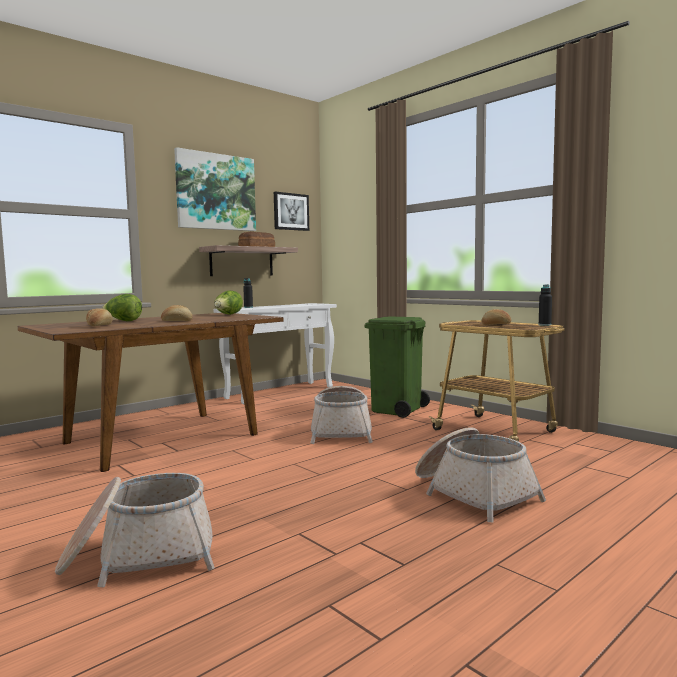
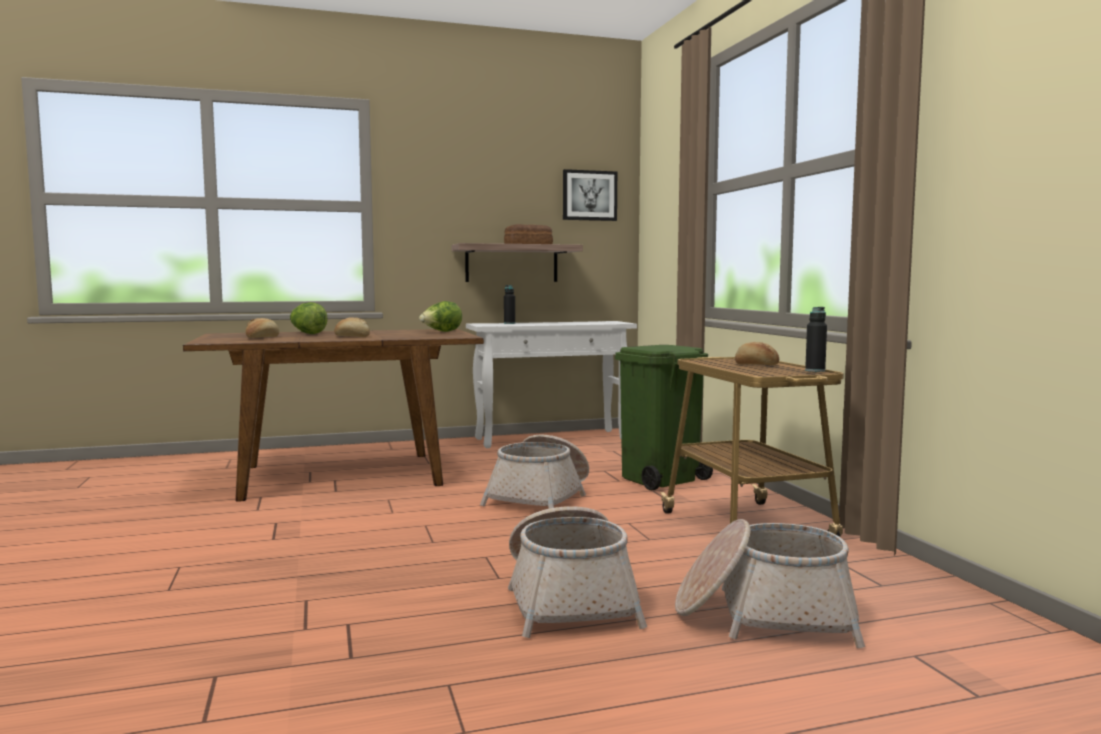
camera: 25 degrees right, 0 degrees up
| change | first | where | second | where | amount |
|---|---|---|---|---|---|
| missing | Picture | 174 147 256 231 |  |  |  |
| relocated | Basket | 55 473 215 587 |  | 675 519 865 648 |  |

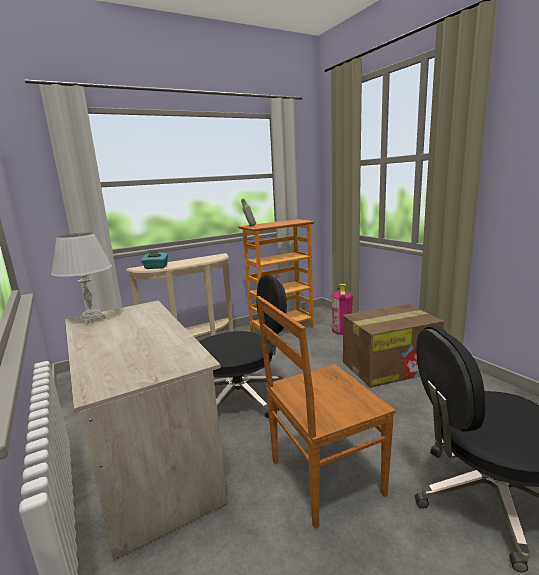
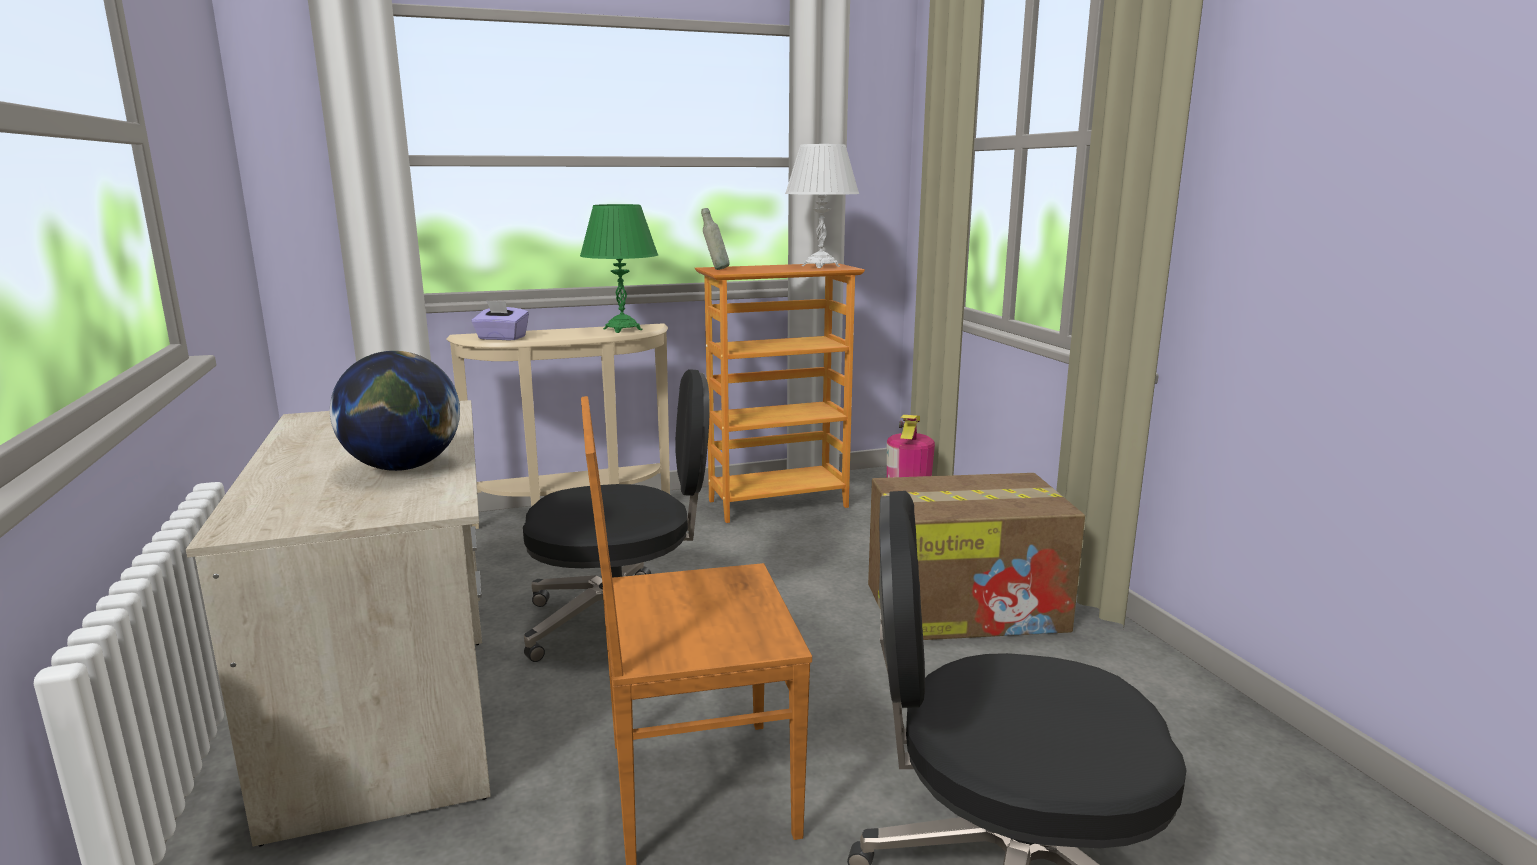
camera: 10 degrees right, 0 degrees up
| change | first | where | second | where | amount |
|---|---|---|---|---|---|
| appeared |  |  | Globe | 330 351 460 471 |  |
| appeared |  |  | GreenTableLamp | 580 204 658 333 |  |
| relocated | WhiteTableLamp | 51 233 112 324 |  | 785 144 859 268 |  |
| colour | TurquoiseTissueBox | 141 250 168 269 | PurpleTissueBox | 471 301 529 341 |  |

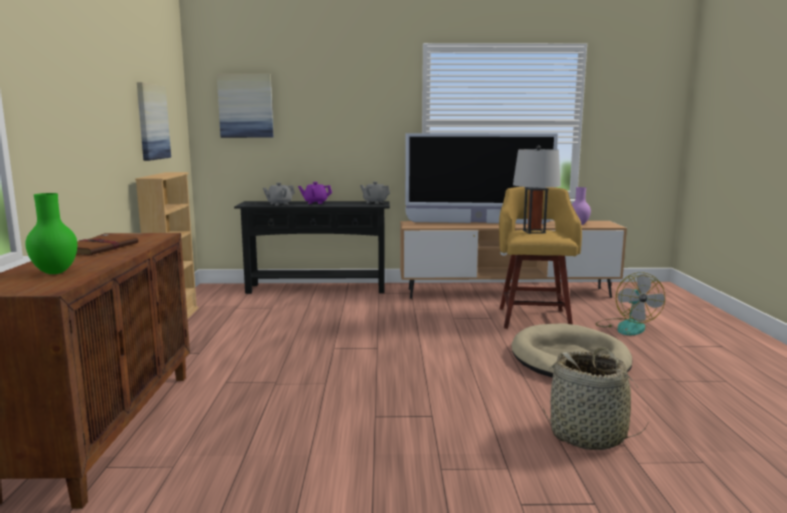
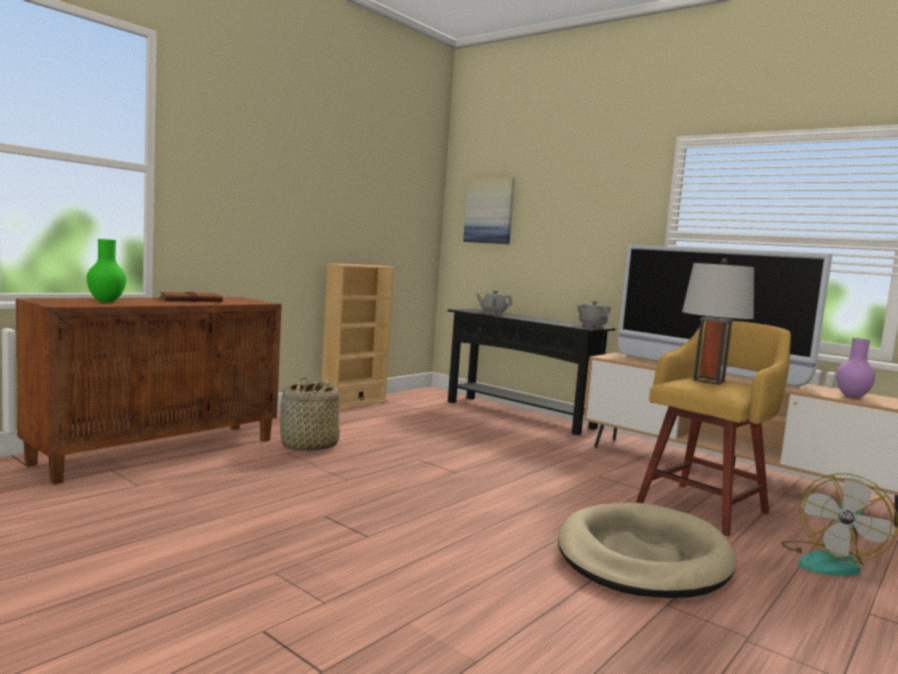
camera: 40 degrees right, 5 degrees down
| change | first | where | second | where | amount |
|---|---|---|---|---|---|
| missing | Picture | 137 82 171 161 |  |  |  |
| missing | PurpleTeapot | 298 182 332 204 |  |  |  |
| relocated | Basket | 542 347 649 450 |  | 280 377 340 451 |  |

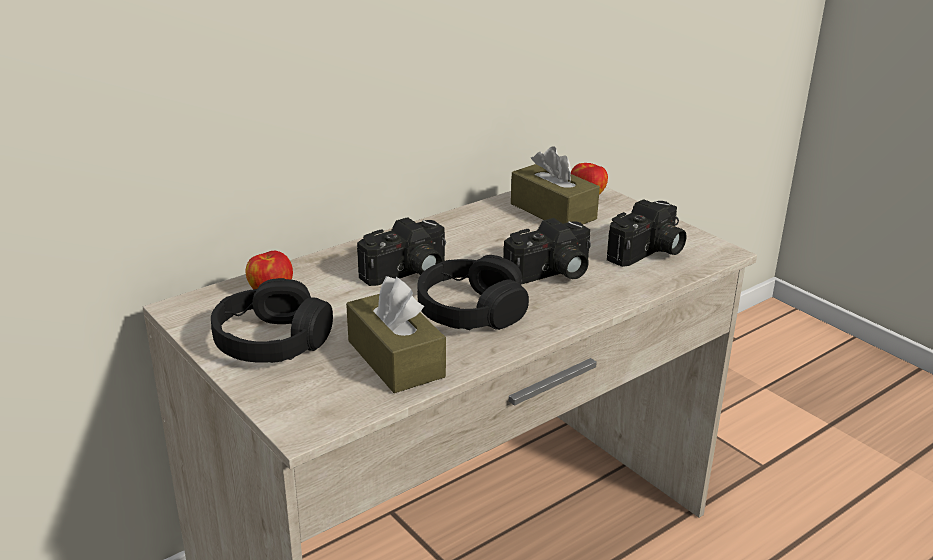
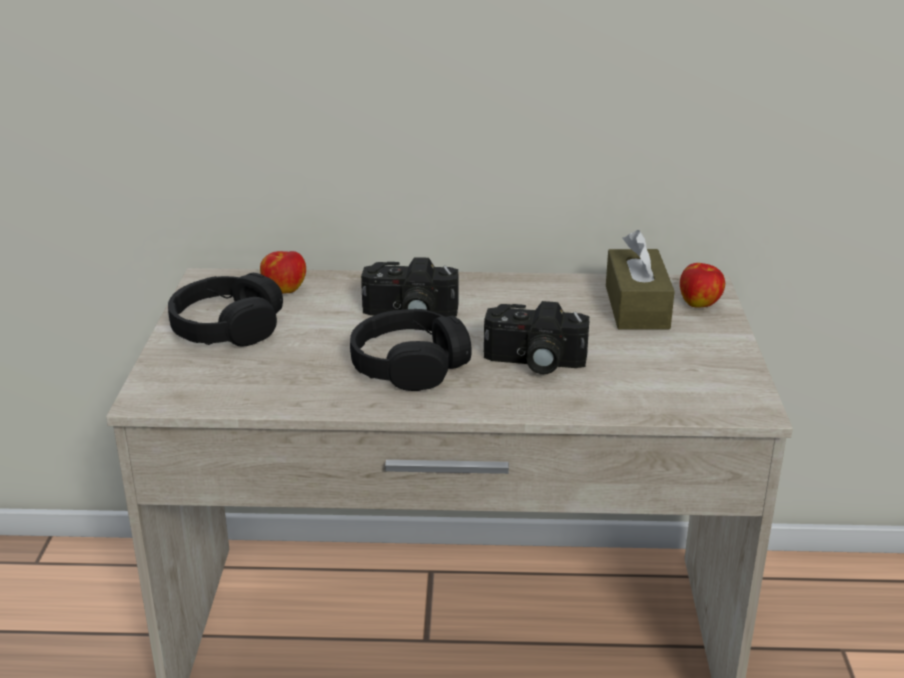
camera: 40 degrees right, 0 degrees up
| change | first | where | second | where | amount |
|---|---|---|---|---|---|
| missing | BrownTissueBox | 346 276 446 393 |  |  |  |
| missing | PhotoCamera | 607 199 687 267 |  |  |  |

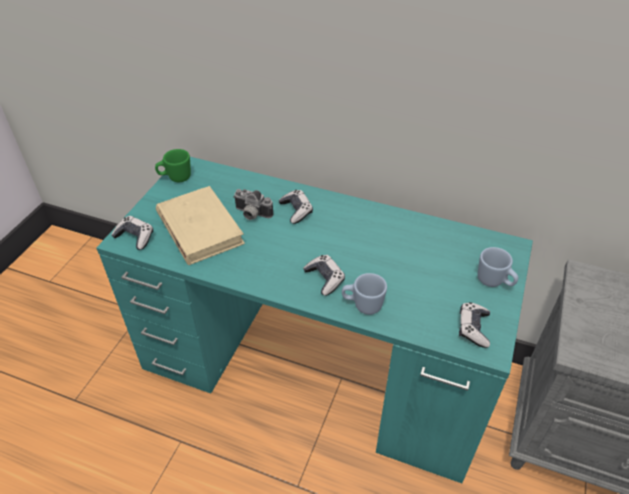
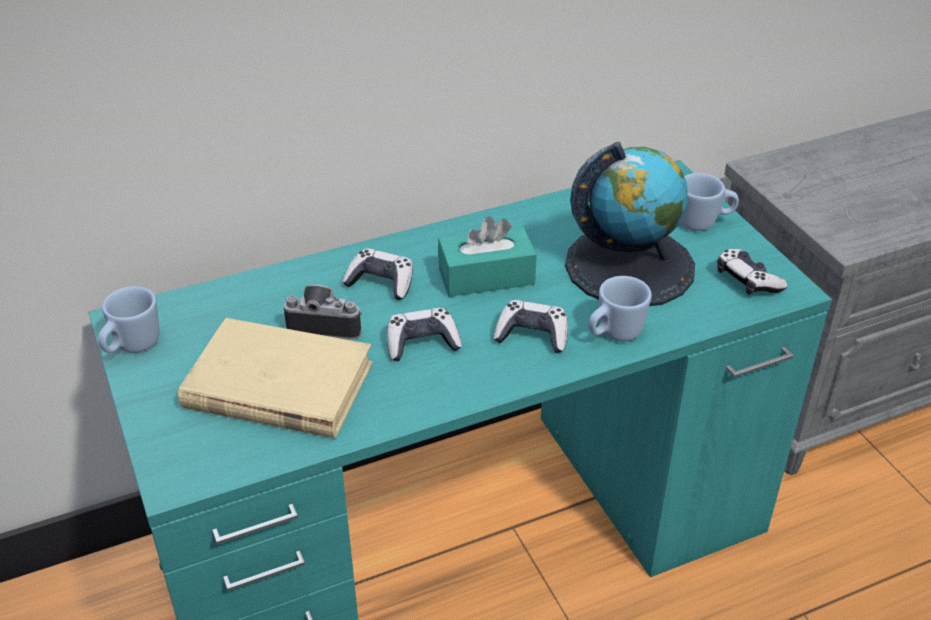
camera: 45 degrees left, 5 degrees down
| change | first | where | second | where | amount |
|---|---|---|---|---|---|
| appeared |  |  | TurquoiseTissueBox | 438 216 537 297 |  |
| appeared |  |  | Globe | 565 142 695 306 |  |
| relocated | GameController | 111 216 153 250 |  | 387 308 462 361 |  |
| colour | GreenMug | 155 149 191 182 | BlueMug | 98 286 159 353 |  |
| spun | PhotoCamera | 233 189 273 220 |  | 284 284 362 340 | 150 degrees counterclockwise |

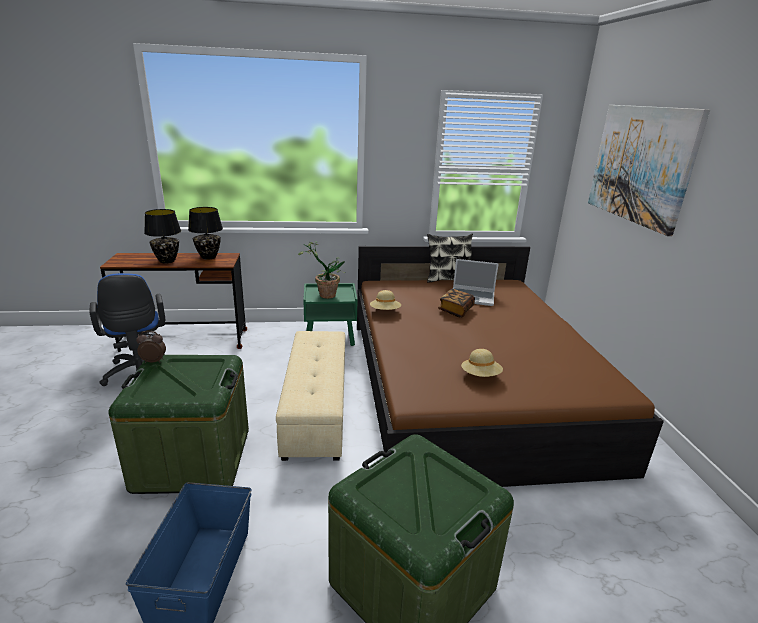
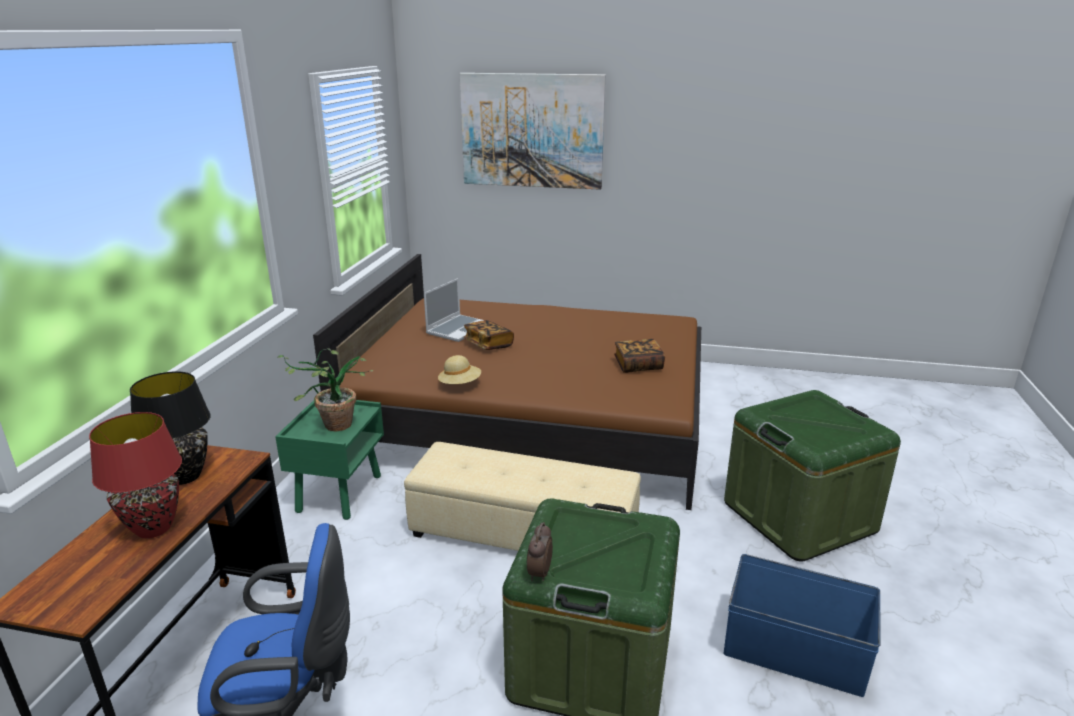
camera: 70 degrees left, 0 degrees up
| change | first | where | second | where | amount |
|---|---|---|---|---|---|
| missing | Pillow | 427 234 473 283 |  |  |  |
| exchanged | BeigeHat | 461 349 503 377 | Book | 614 339 665 373 |  |
| colour | BlackTableLamp | 144 209 181 264 | RedTableLamp | 89 412 182 538 |  |

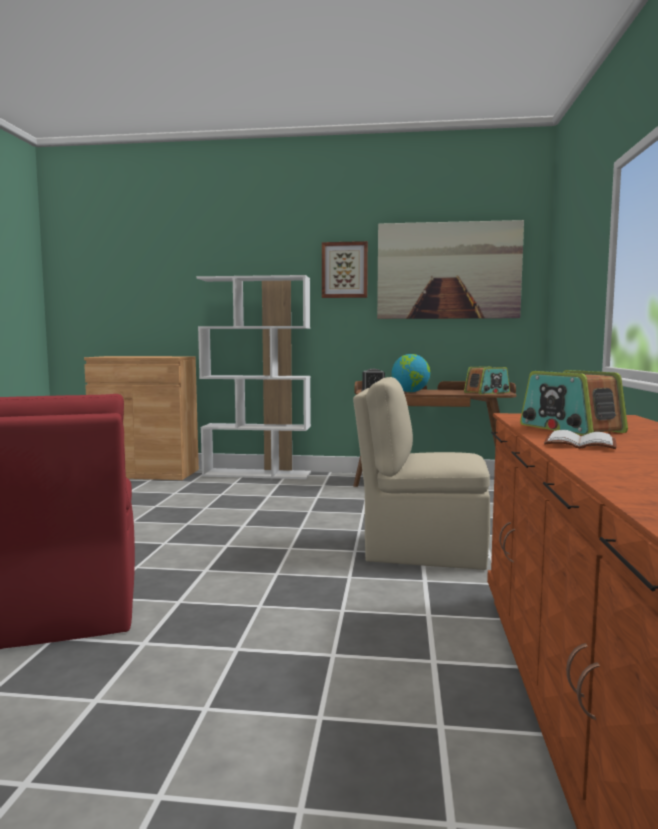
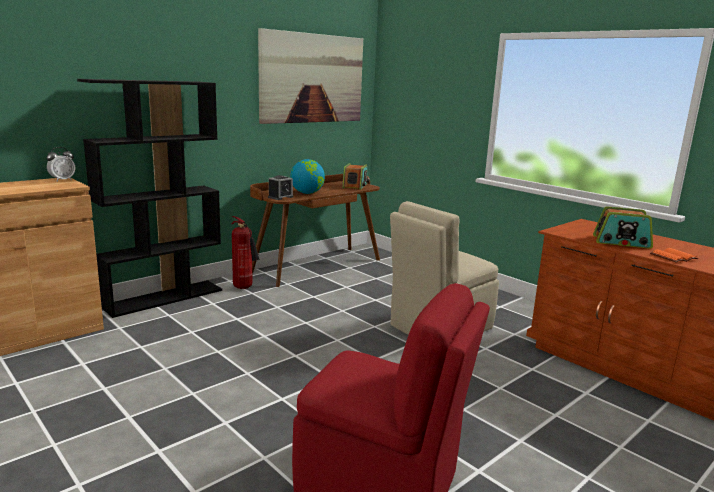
camera: 50 degrees left, 10 degrees up
| change | first | where | second | where | amount |
|---|---|---|---|---|---|
| missing | Picture | 322 241 368 298 |  |  |  |
| appeared |  |  | AlarmClock | 47 147 75 181 |  |
| appeared |  |  | FireExtinguisher | 232 216 259 289 |  |
| colour | WhiteBookcase | 197 275 311 479 | BlackBookcase | 77 79 222 318 |  |
| colour | WhiteBook | 544 430 617 449 | OrangeBook | 650 248 699 262 |  |

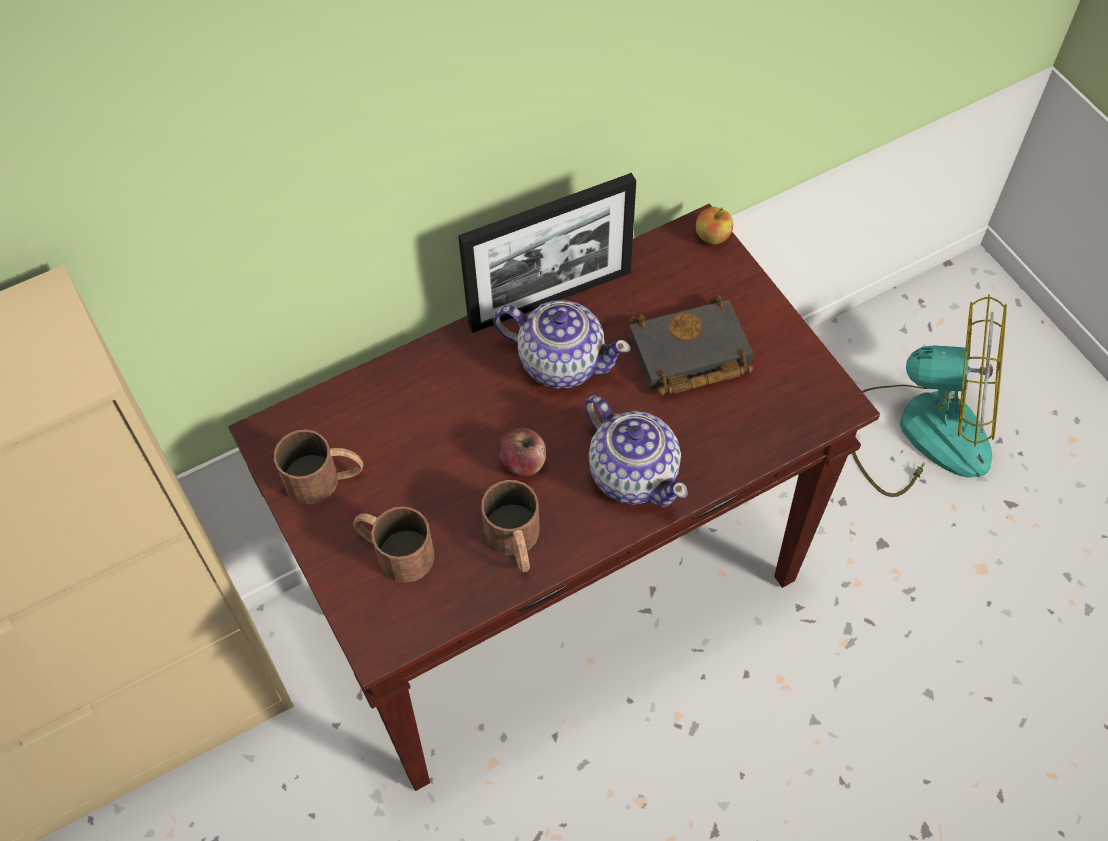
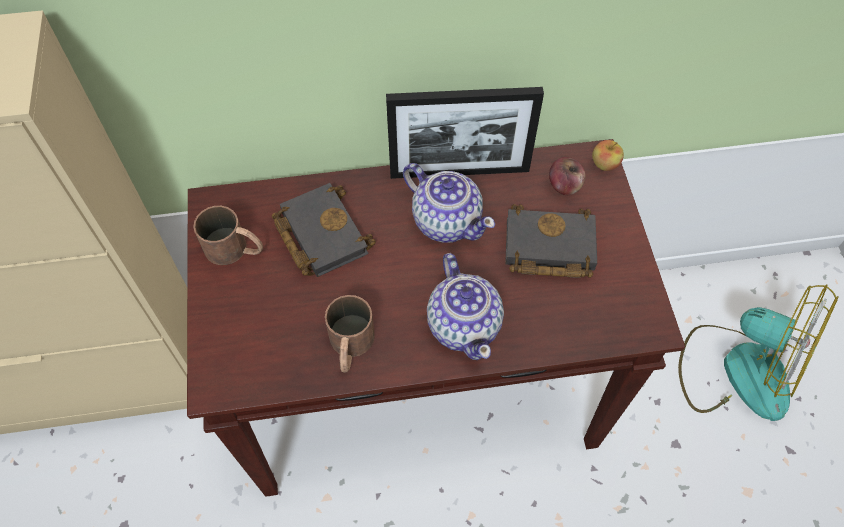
camera: 20 degrees right, 0 degrees up
| change | first | where | second | where | amount |
|---|---|---|---|---|---|
| missing | BrownMug | 353 506 435 583 |  |  |  |
| appeared |  |  | BlackBook | 272 183 376 277 |  |
| relocated | Apple | 498 427 546 477 |  | 549 157 586 195 |  |

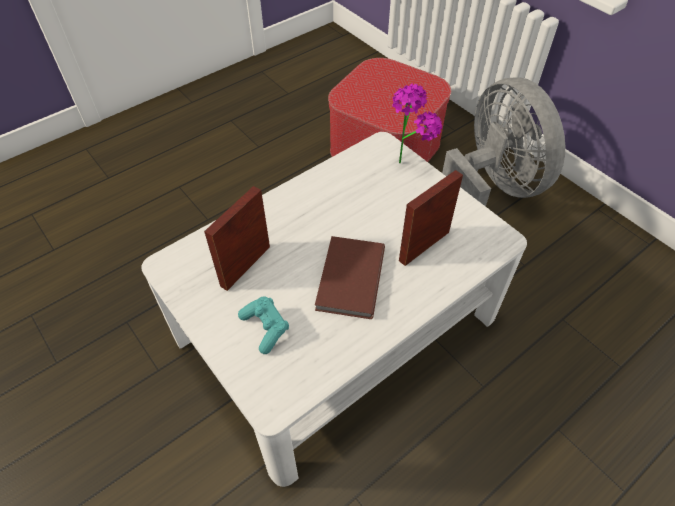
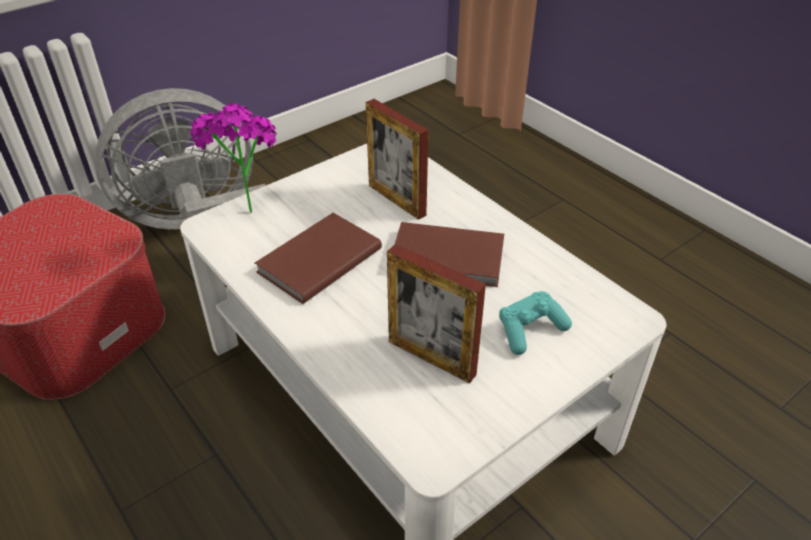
camera: 90 degrees left, 10 degrees down
| change | first | where | second | where | amount |
|---|---|---|---|---|---|
| appeared |  |  | BrownBook | 255 213 382 304 |  |

